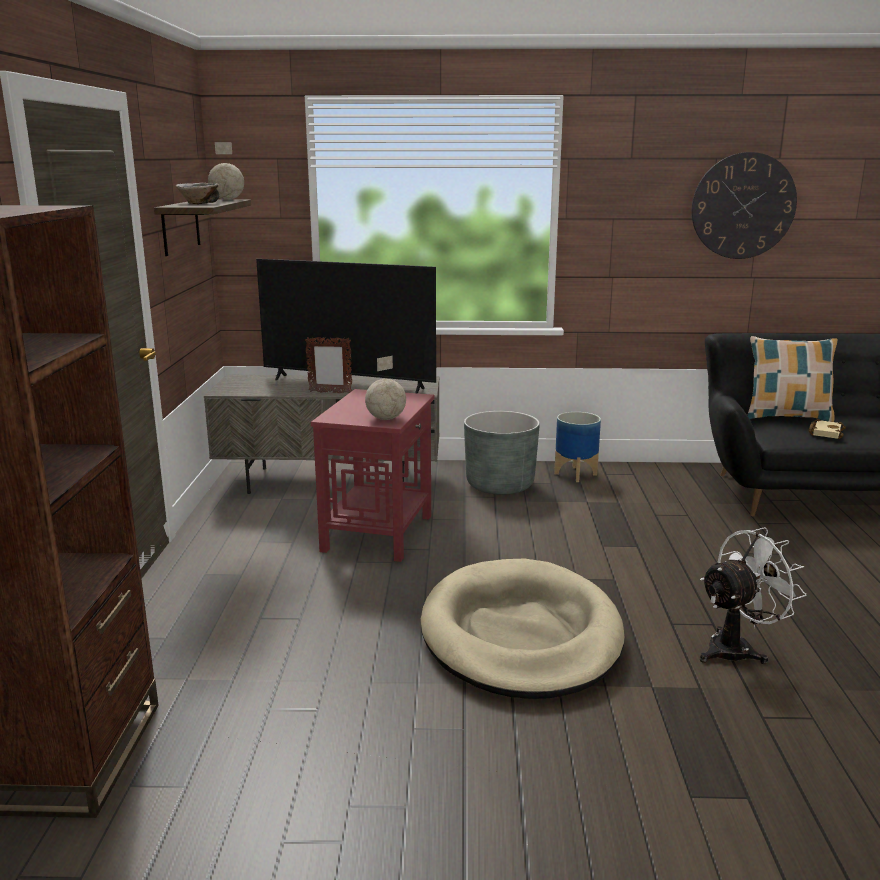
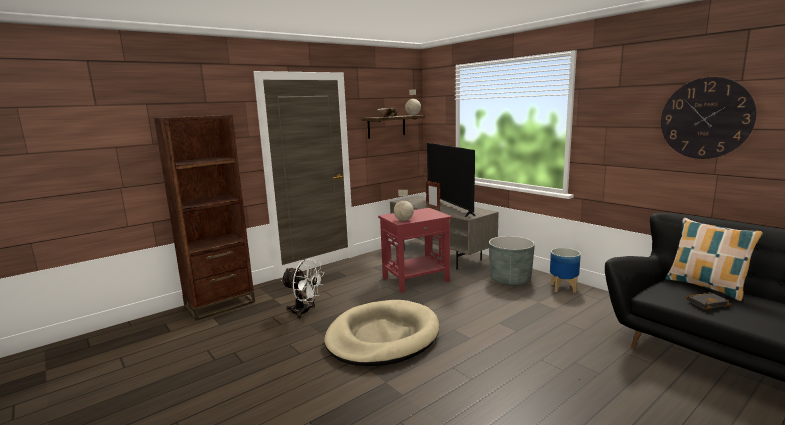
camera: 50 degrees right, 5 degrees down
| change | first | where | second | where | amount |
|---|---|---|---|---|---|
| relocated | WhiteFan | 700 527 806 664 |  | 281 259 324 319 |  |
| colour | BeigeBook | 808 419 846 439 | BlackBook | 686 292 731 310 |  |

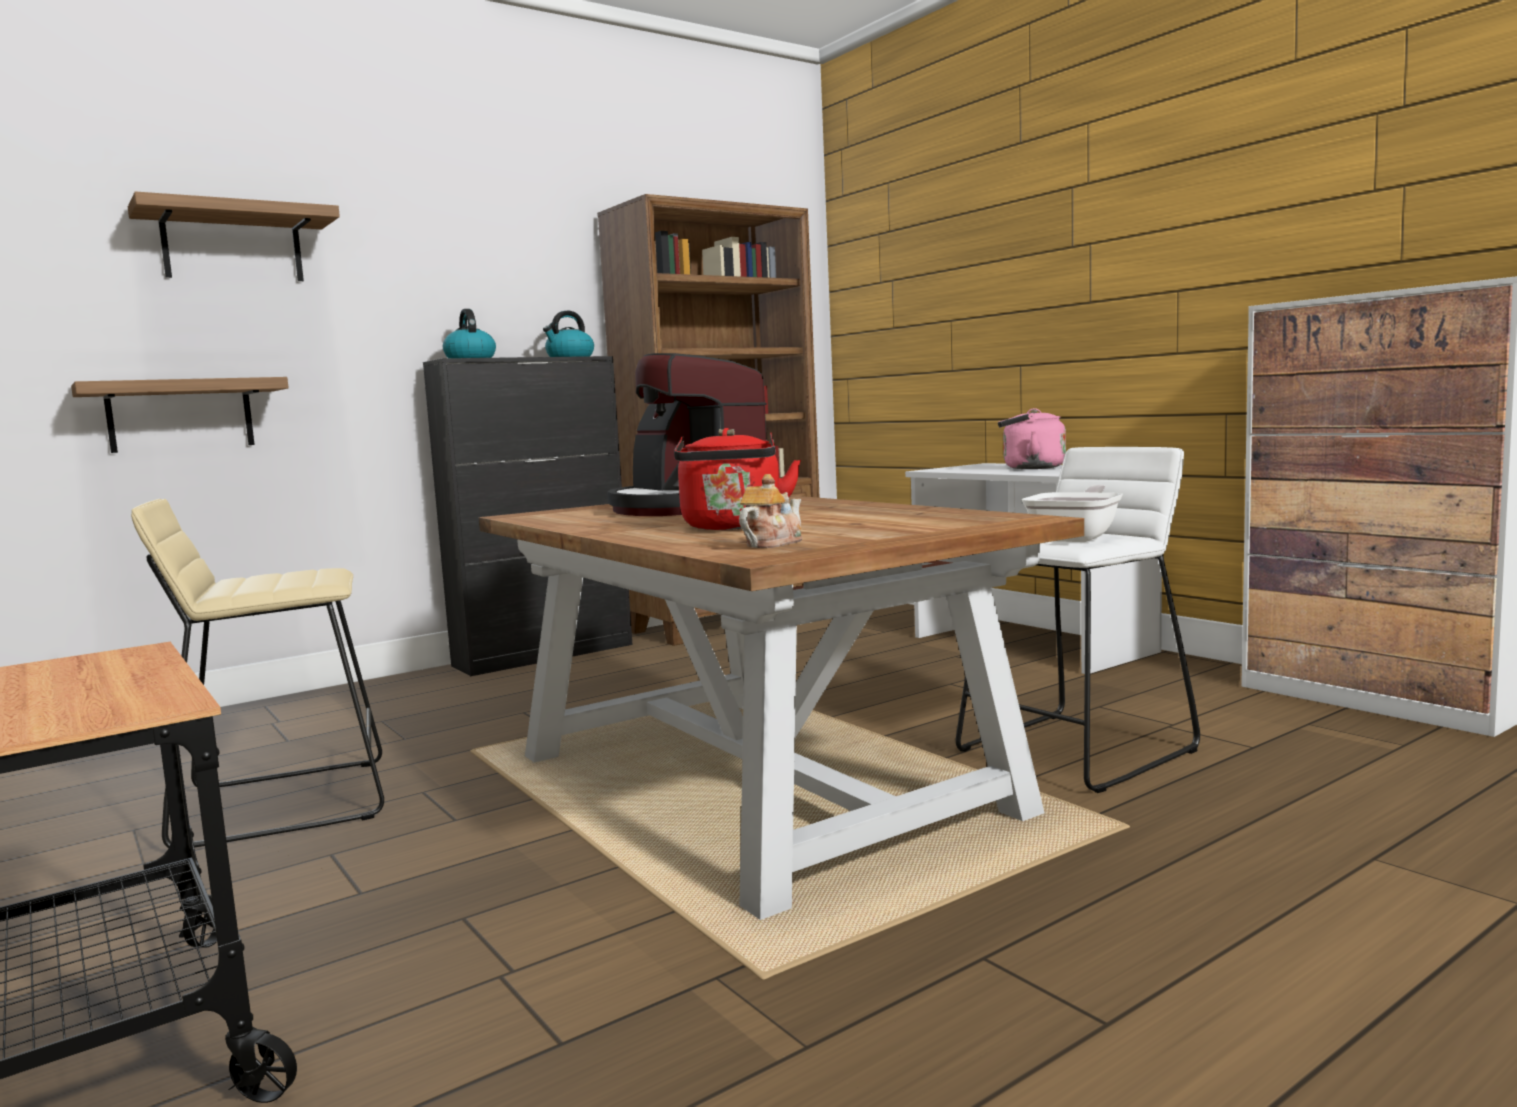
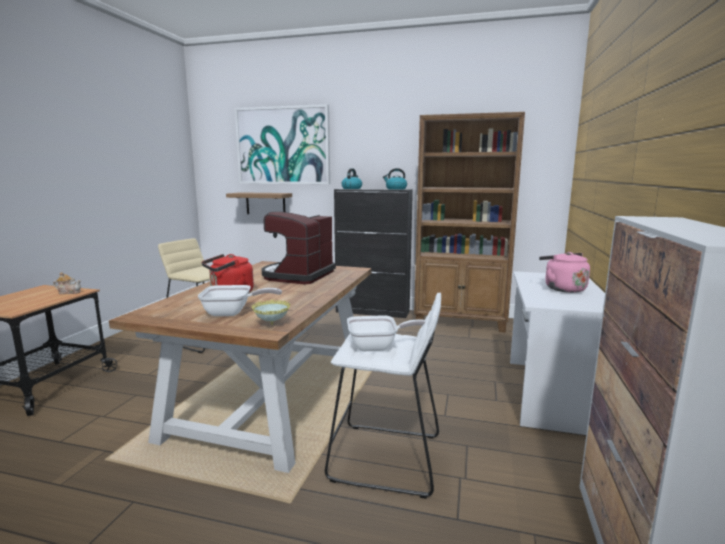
camera: 50 degrees right, 5 degrees up
| change | first | where | second | where | amount |
|---|---|---|---|---|---|
| appeared |  |  | FryingPan | 198 285 282 316 |  |
| appeared |  |  | Bowl | 252 300 290 325 |  |
| relocated | Teapot | 739 474 802 548 |  | 53 272 81 294 |  |
| exchanged | Shelf | 128 191 340 281 | Picture | 235 104 330 184 |  |

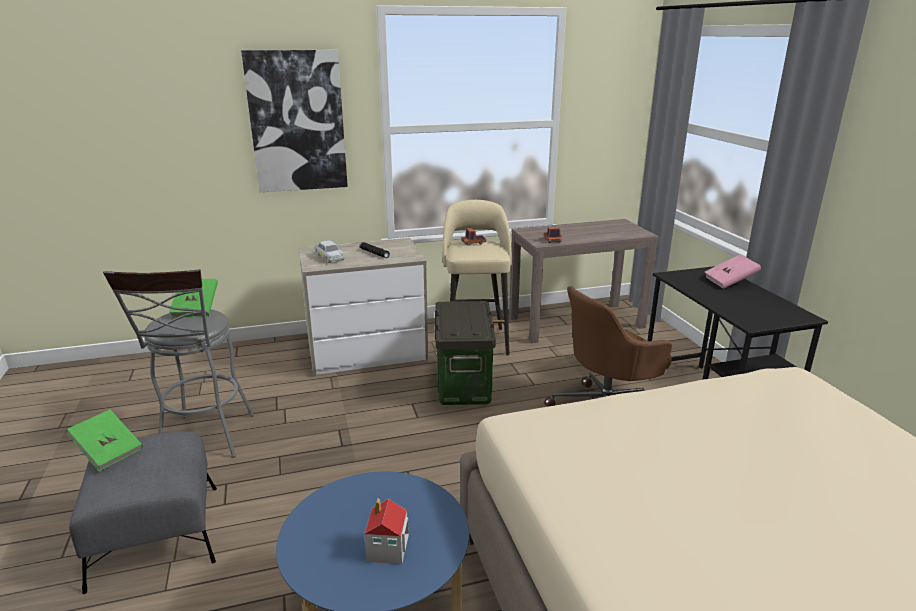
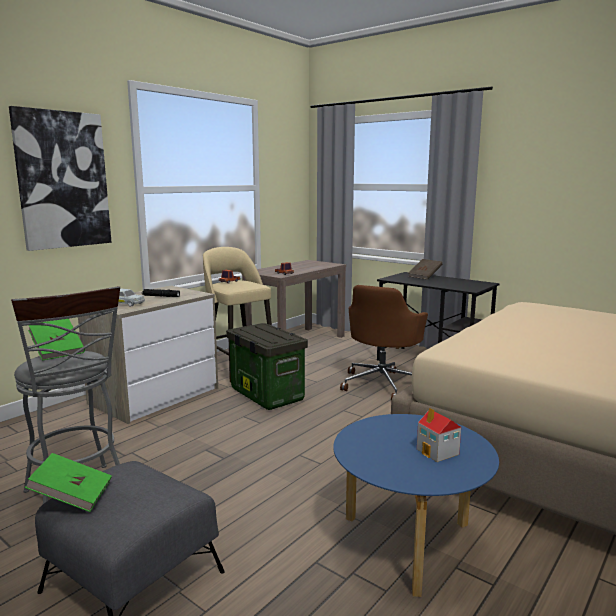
camera: 35 degrees left, 10 degrees down
| change | first | where | second | where | amount |
|---|---|---|---|---|---|
| colour | PinkBook | 705 254 761 289 | BrownBook | 408 259 442 280 |  |

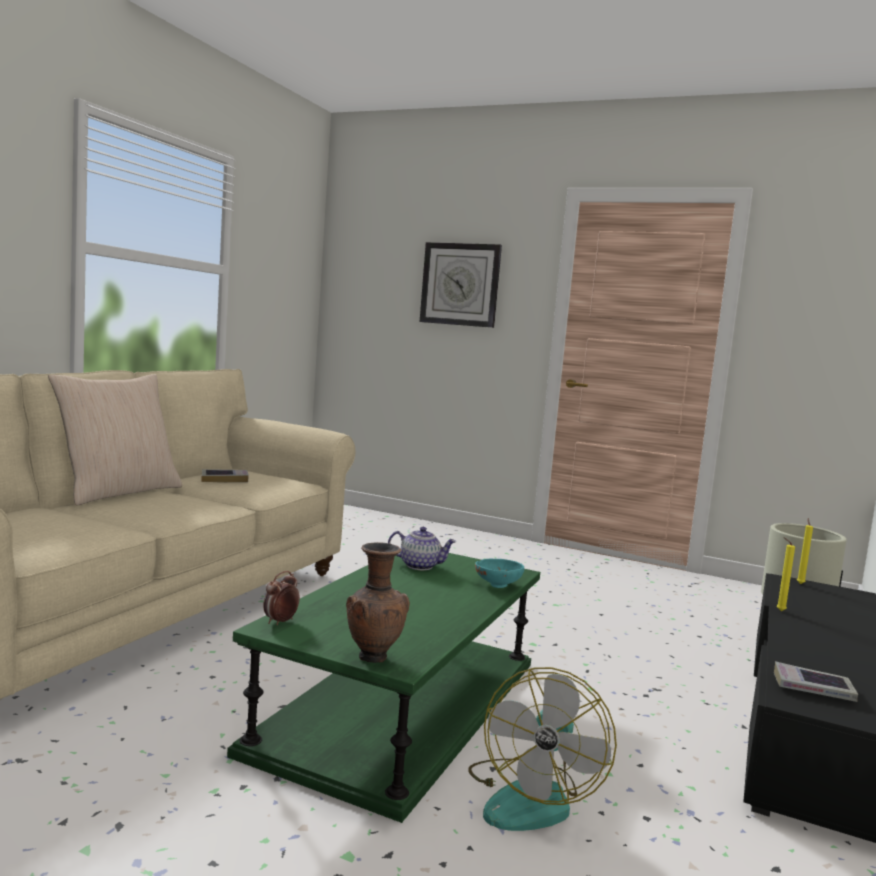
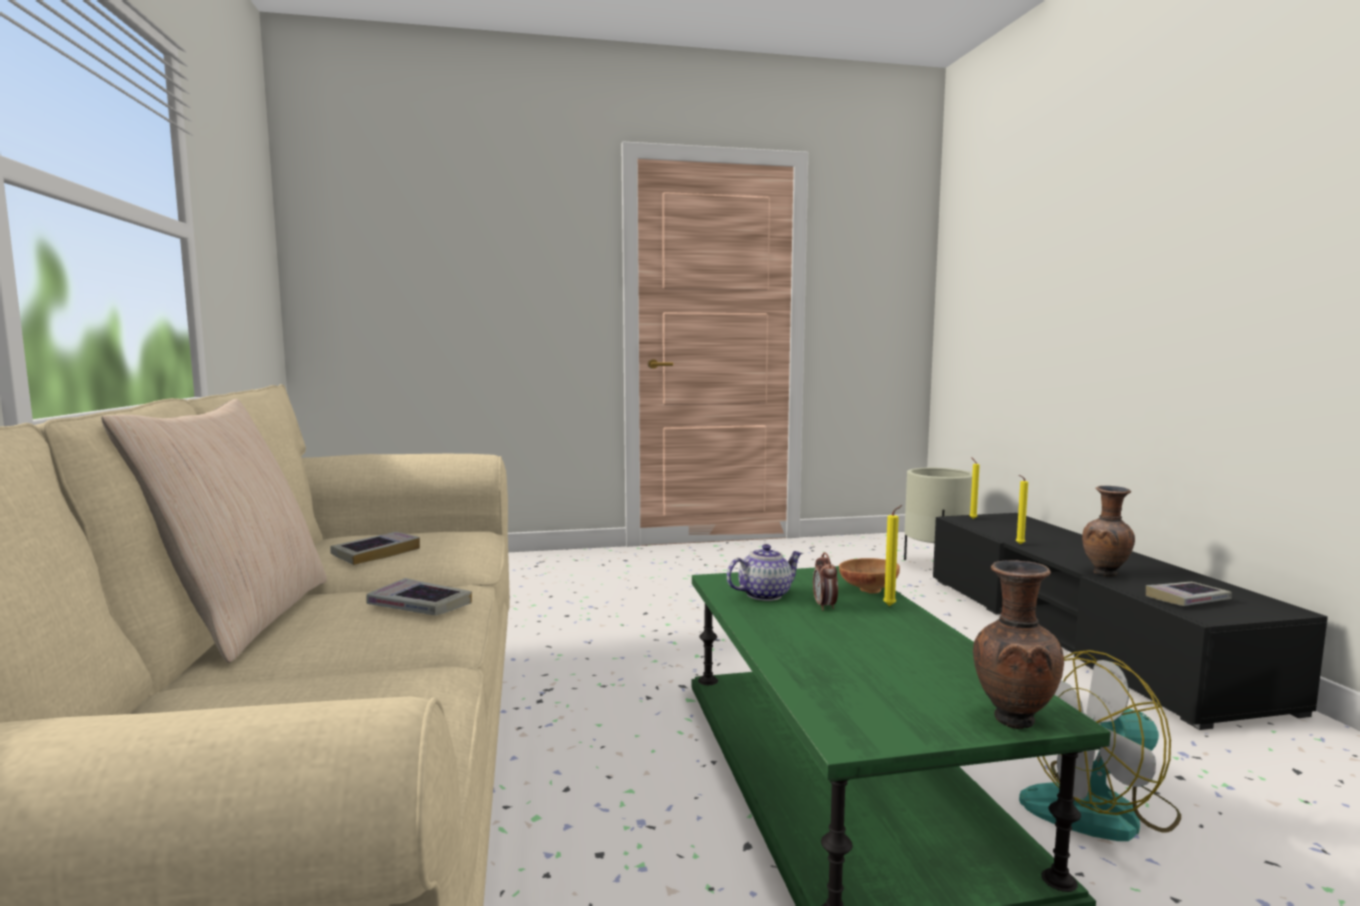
camera: 35 degrees left, 0 degrees up
| change | first | where | second | where | amount |
|---|---|---|---|---|---|
| missing | WallClock | 420 242 502 328 |  |  |  |
| appeared |  |  | Book | 366 578 472 616 |  |
| appeared |  |  | YellowCandle | 883 505 902 606 |  |
| appeared |  |  | BrownVase | 1082 486 1135 577 |  |
| relocated | AlarmClock | 263 571 300 625 |  | 813 552 838 611 |  |
| colour | TurquoiseBowl | 475 559 524 588 | BrownBowl | 839 558 900 594 |  |
| spun | Fan | 468 667 617 831 |  | 1019 650 1181 841 | 90 degrees clockwise |

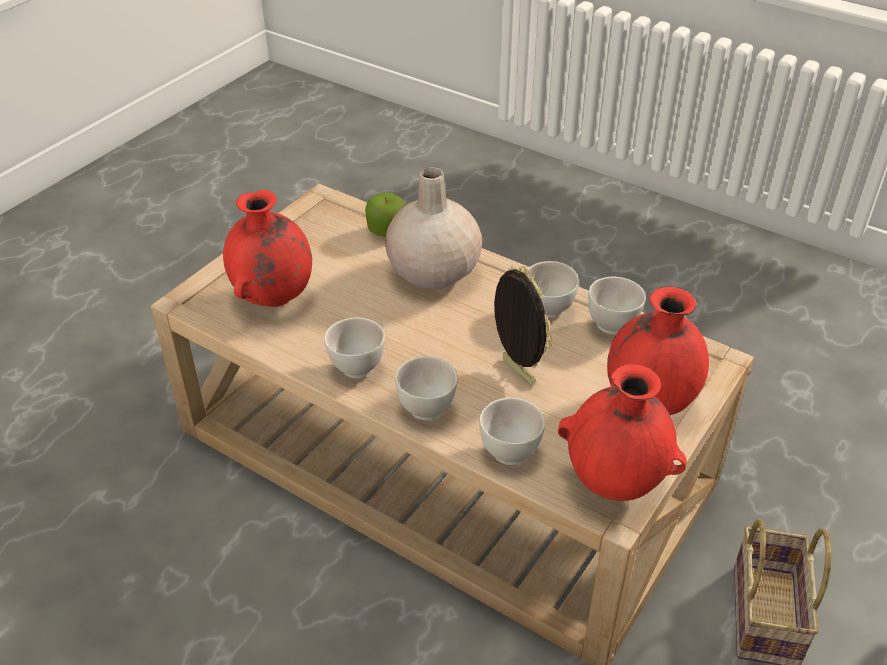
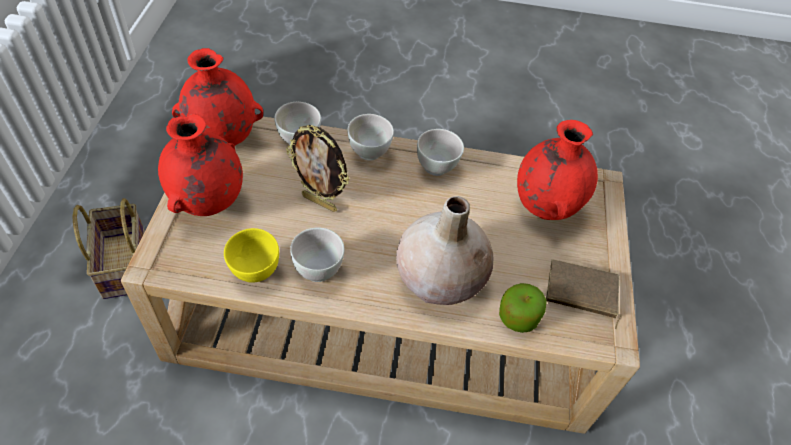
camera: 150 degrees right, 10 degrees up
| change | first | where | second | where | amount |
|---|---|---|---|---|---|
| appeared |  |  | BrownBook | 546 259 622 329 |  |
| colour | WhiteBowl | 588 277 646 334 | YellowBowl | 224 228 279 282 |  |

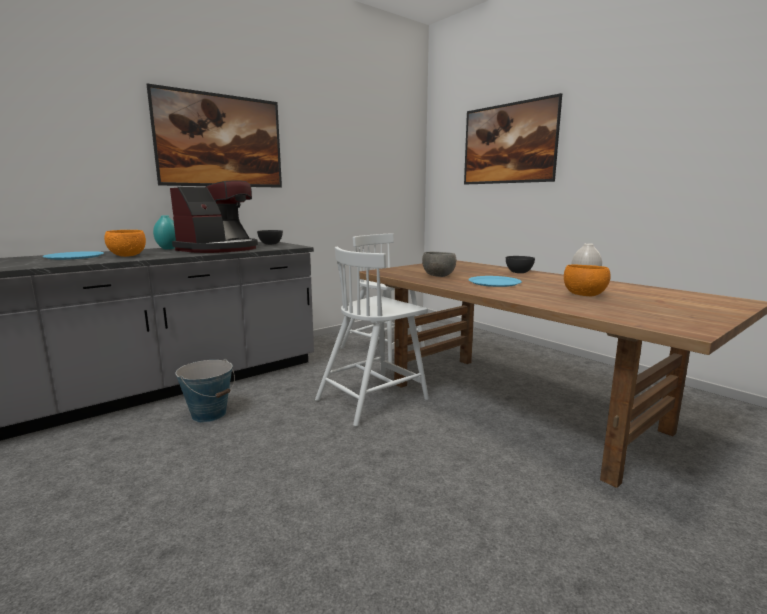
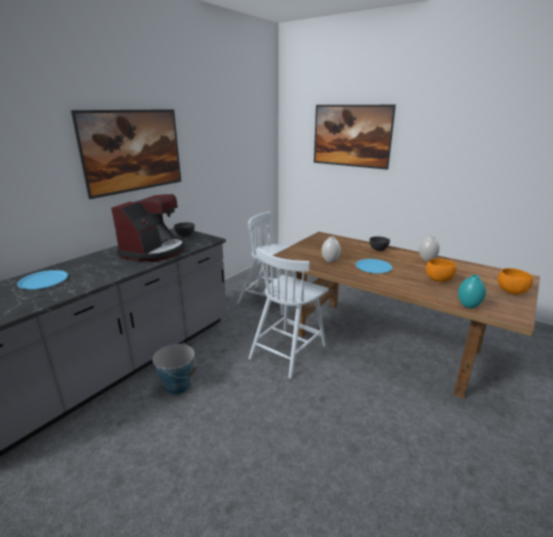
camera: 15 degrees left, 10 degrees up
| change | first | where | second | where | amount |
|---|---|---|---|---|---|
| relocated | OrangeBowl | 104 230 146 257 |  | 497 268 533 295 |  |
| relocated | TurquoiseVase | 153 215 176 249 |  | 458 275 486 308 |  |
| exchanged | GreyBowl | 422 252 456 277 | WhiteVase | 322 236 341 263 |  |

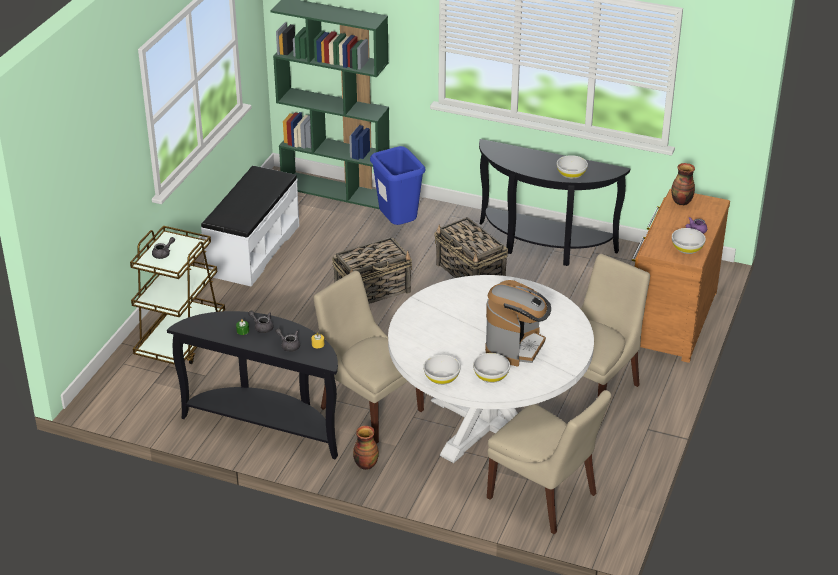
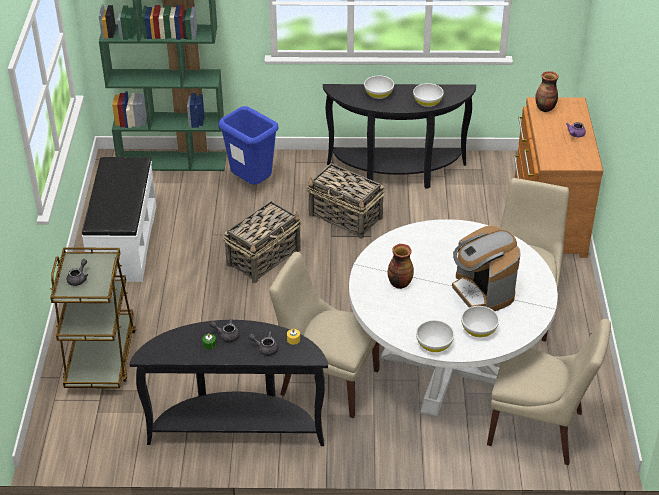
camera: 20 degrees left, 5 degrees up
| change | first | where | second | where | amount |
|---|---|---|---|---|---|
| relocated | Vase | 353 426 379 470 |  | 388 244 414 289 |  |
| relocated | WhiteBowl | 672 228 706 254 |  | 364 76 394 99 |  |
| spun | CoffeeMachine | 485 280 551 367 |  | 452 225 521 311 | 150 degrees clockwise |

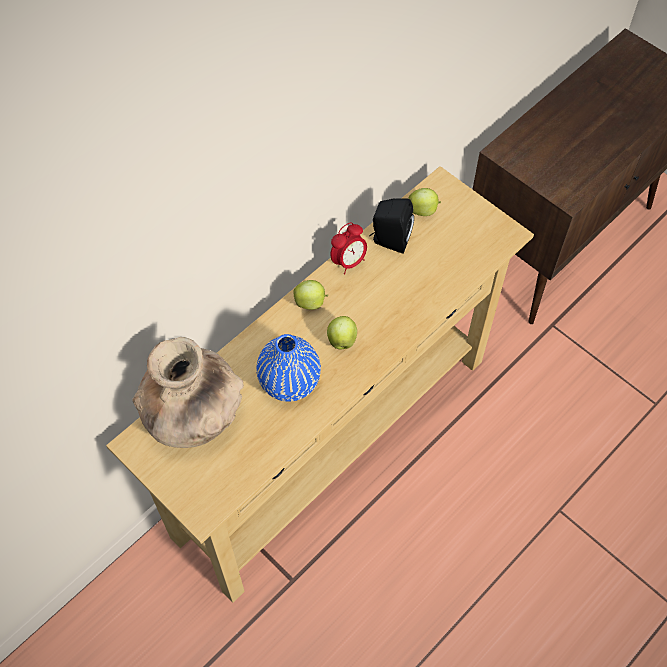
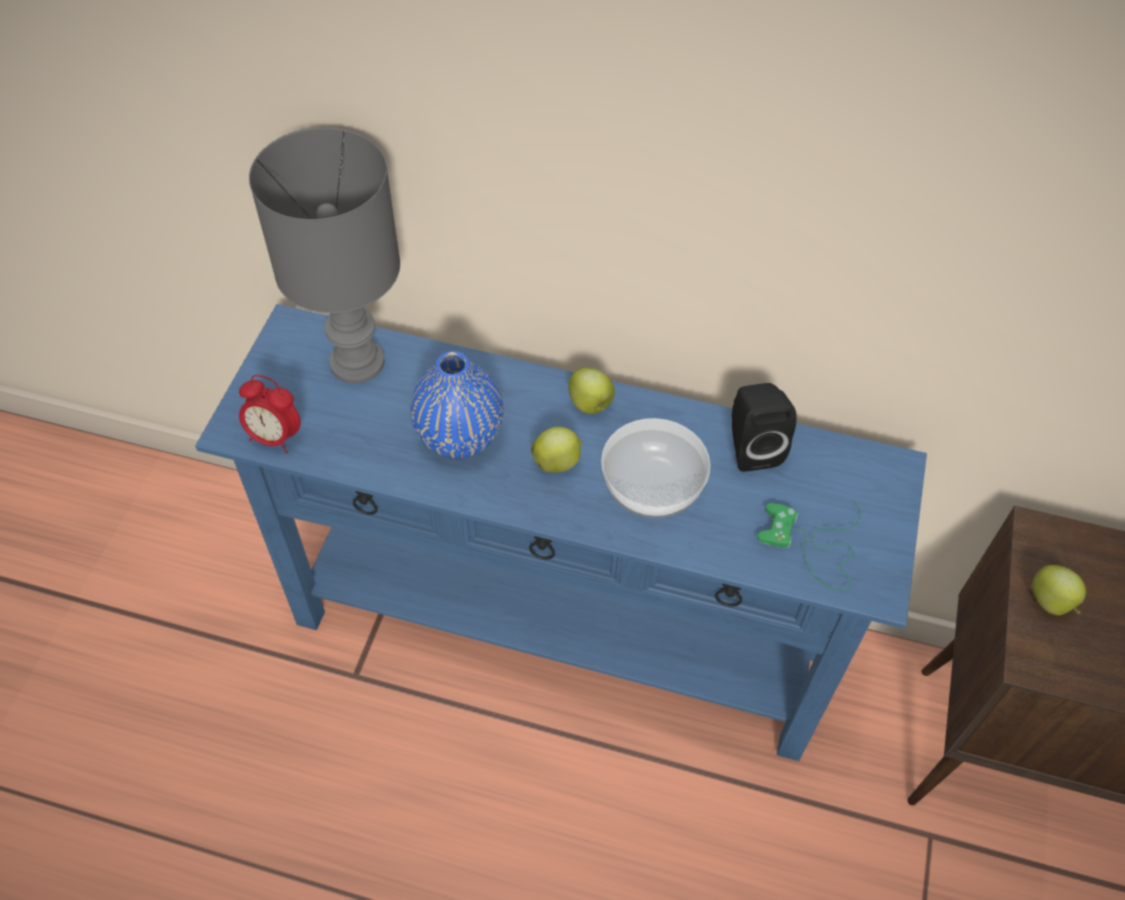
camera: 60 degrees right, 5 degrees down
| change | first | where | second | where | amount |
|---|---|---|---|---|---|
| appeared |  |  | Bowl | 601 418 710 518 |  |
| appeared |  |  | GreenGameController | 757 500 860 590 |  |
| relocated | AlarmClock | 330 223 367 275 |  | 239 375 301 453 |  |
| relocated | Apple | 408 188 441 216 |  | 1031 565 1086 615 |  |
| exchanged | BrownVase | 132 337 244 448 | GreyTableLamp | 249 127 400 383 |  |
| colour | BeigeConsoleTable | 106 166 534 603 | BlueConsoleTable | 195 304 927 761 |  |

